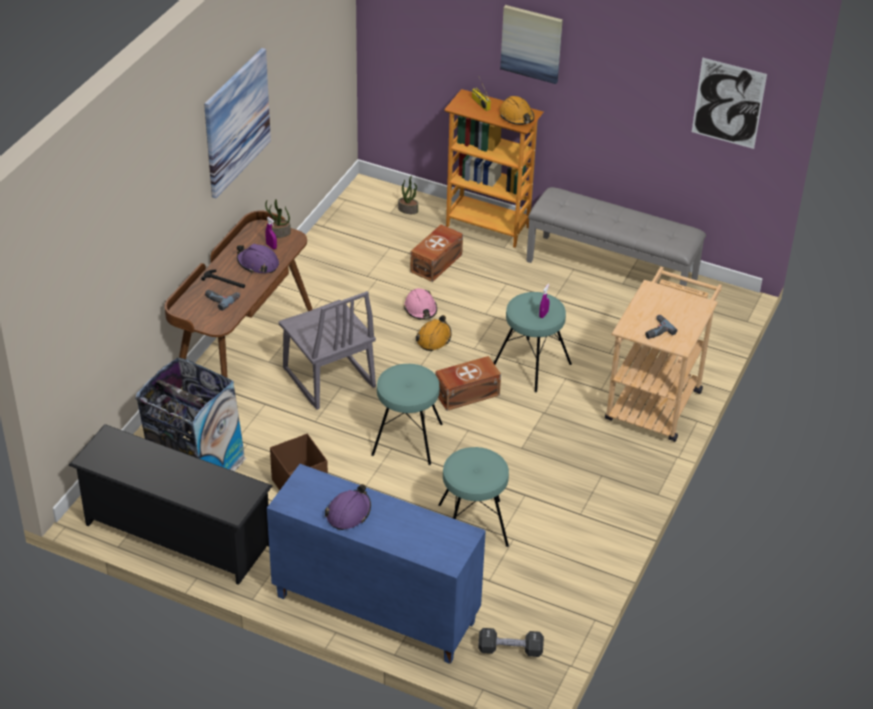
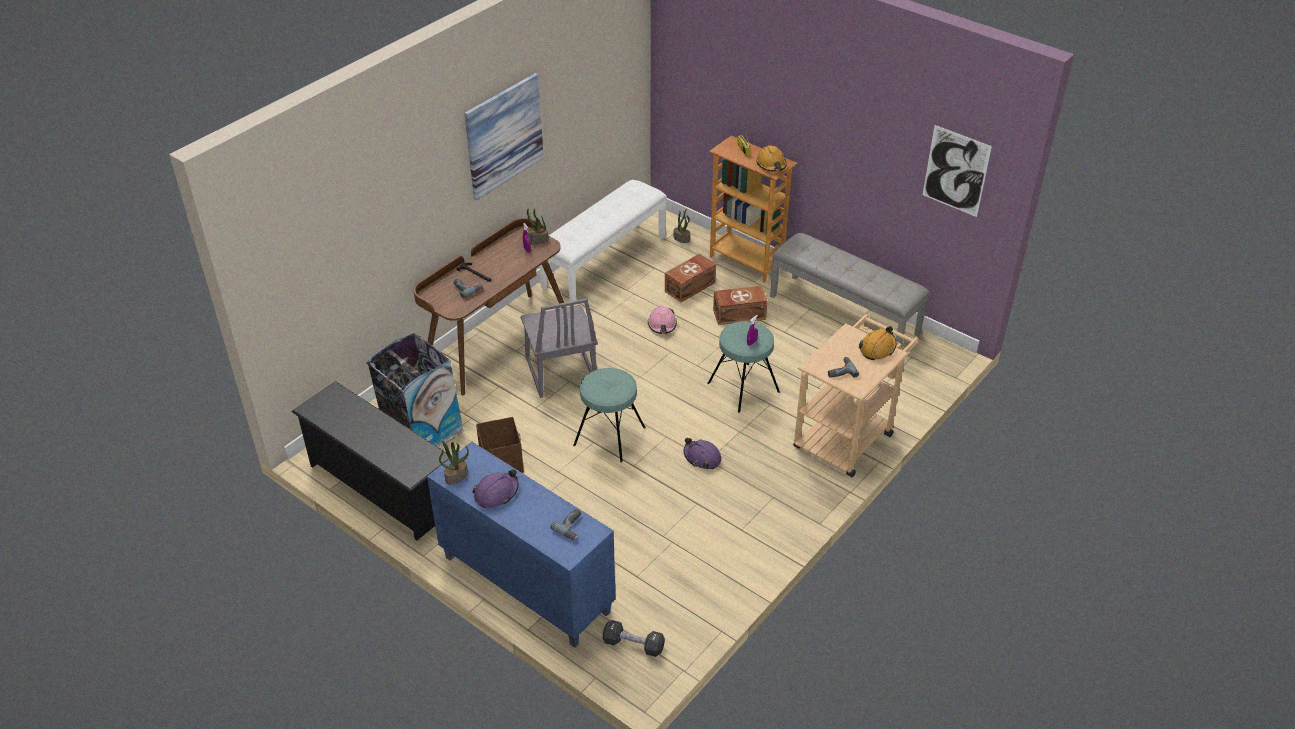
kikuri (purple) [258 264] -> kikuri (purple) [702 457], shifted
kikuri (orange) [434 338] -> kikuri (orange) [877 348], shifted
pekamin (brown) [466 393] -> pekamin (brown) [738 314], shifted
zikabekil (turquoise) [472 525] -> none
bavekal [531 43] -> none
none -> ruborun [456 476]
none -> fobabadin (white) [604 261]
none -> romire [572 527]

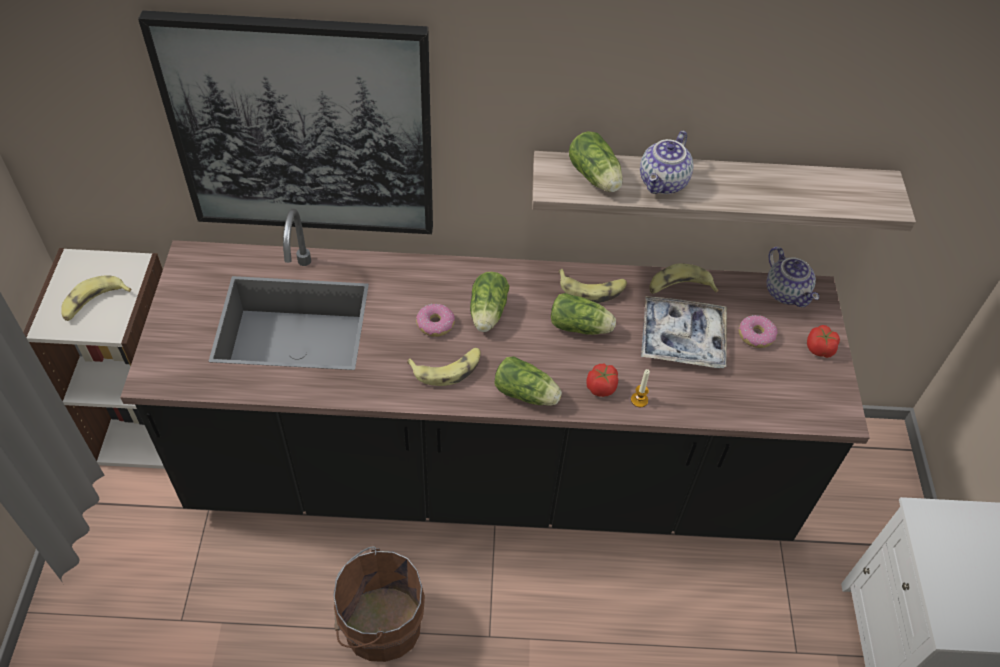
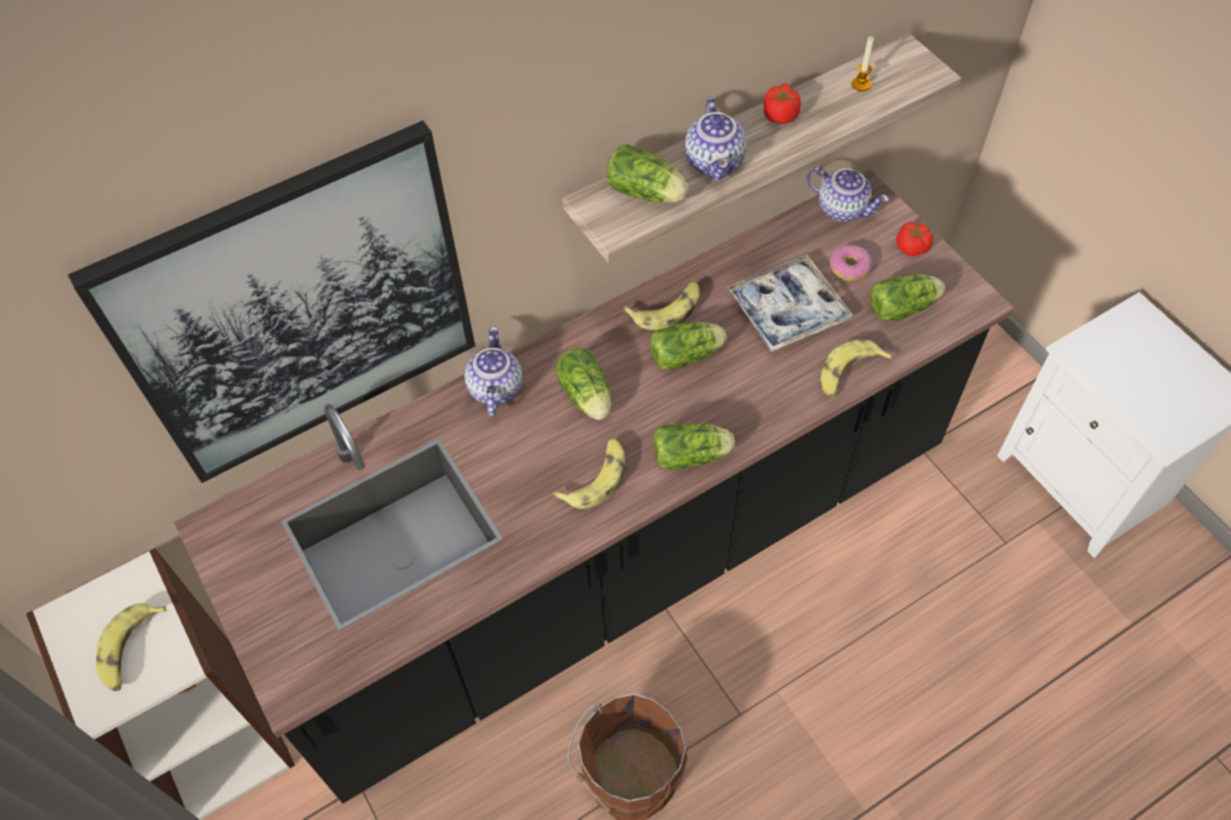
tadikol [435 324] -> none
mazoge [601 387] -> mazoge [780 115], shifted
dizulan [639 400] -> dizulan [861 84], shifted
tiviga [679 287] -> tiviga [848 374], shifted
none -> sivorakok [494 388]
none -> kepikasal [904 307]

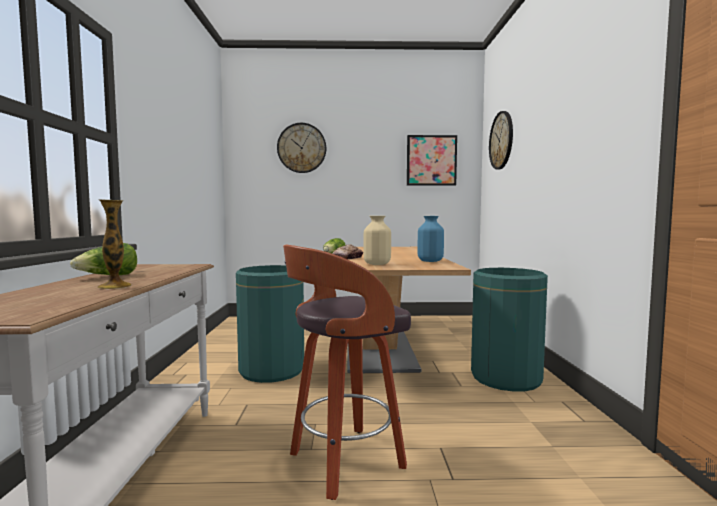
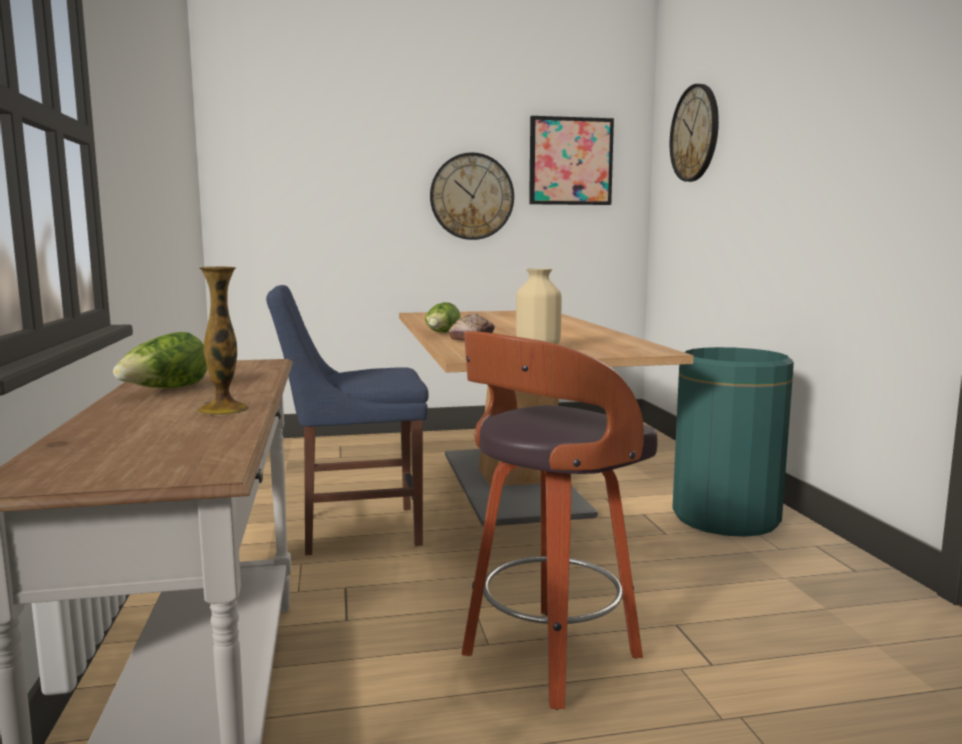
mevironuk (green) [271 370] -> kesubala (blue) [353 530]
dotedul [301 148] -> dotedul [472 196], shifted
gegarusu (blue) [430 261] -> none

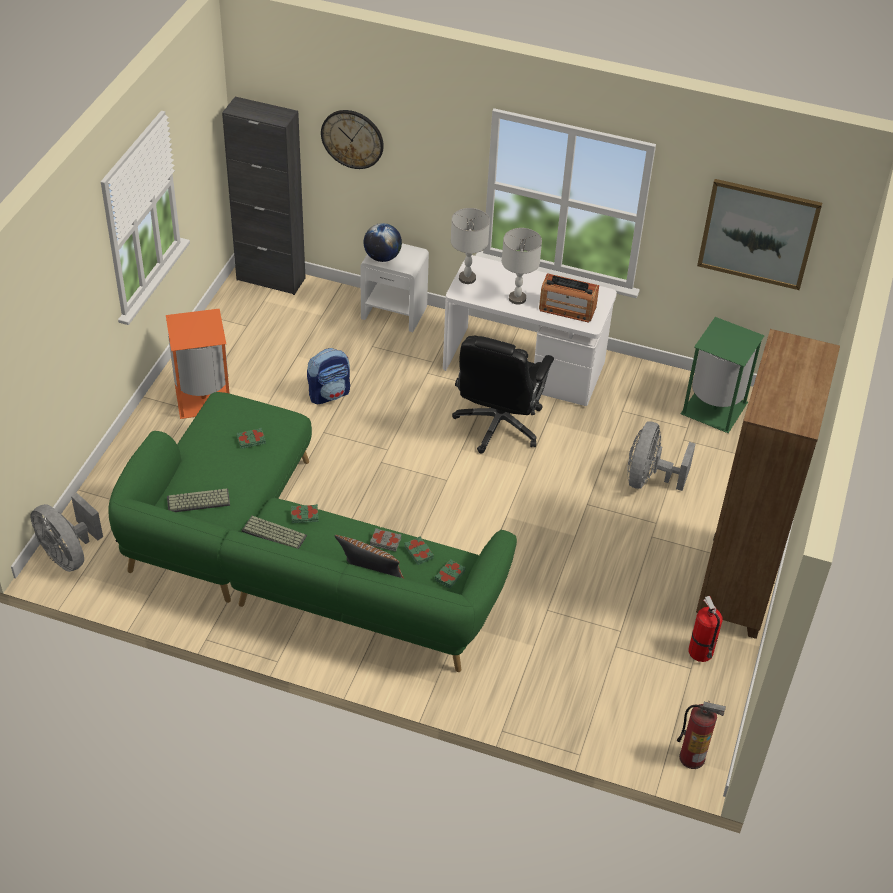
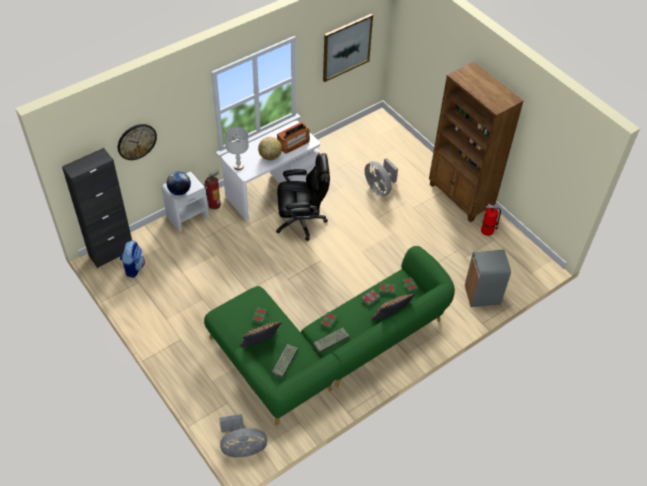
mevironuk (orange) [204 397] -> none
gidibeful [329 394] -> gidibeful [133 267], shifted
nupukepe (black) [498 425] -> nupukepe (black) [301 221], 60 degrees counterclockwise
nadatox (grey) [517 299] -> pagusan [270 157]
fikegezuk [692 757] -> fikegezuk [214 204], shifted
mevironuk (green) [713 407] -> none
none -> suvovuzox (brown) [260 344]
none -> mevironuk (grey) [482 295]

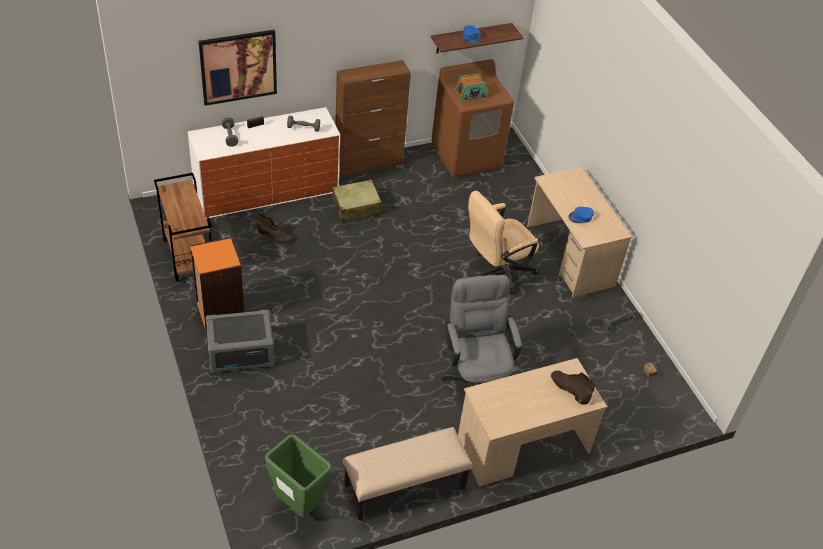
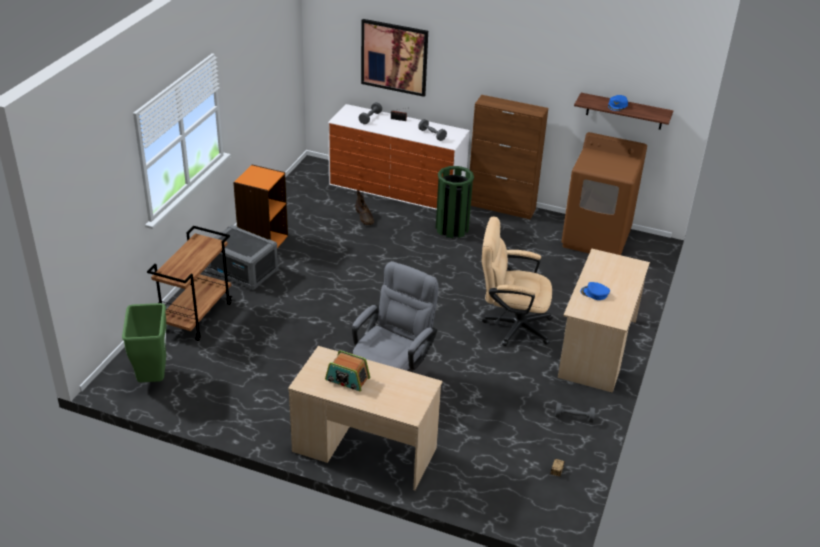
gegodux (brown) [188 256] -> gegodux (brown) [197 316], shifted
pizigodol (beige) [356 207] -> mevironuk (green) [452 228]
fobabadin (beige) [404 487] -> none
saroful [471 94] -> saroful [347 379], shifted
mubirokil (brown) [569 389] -> none

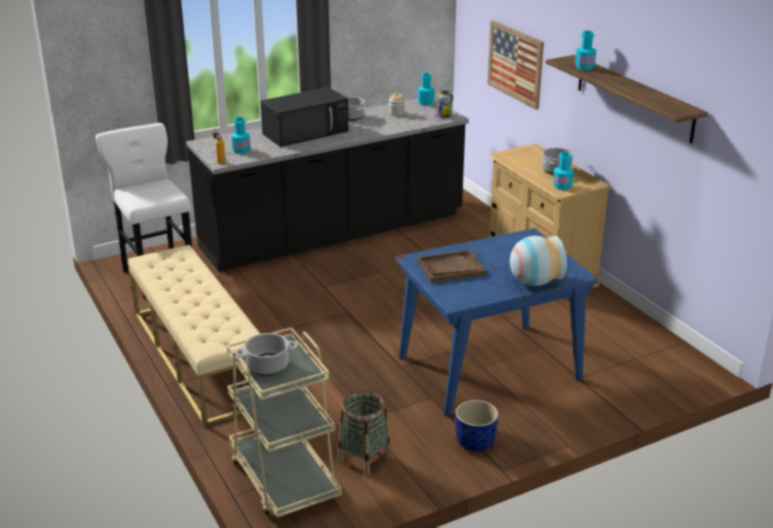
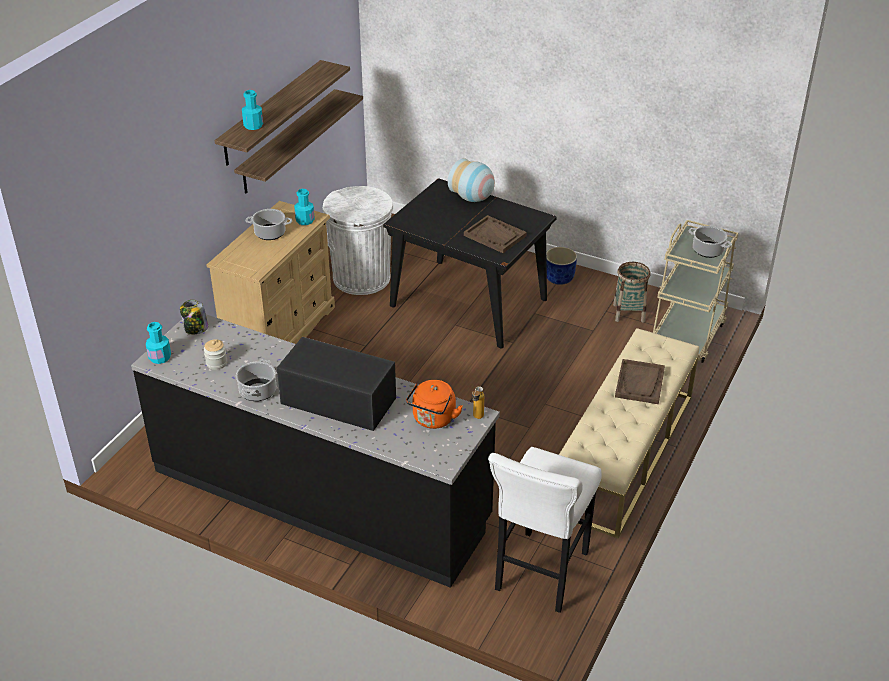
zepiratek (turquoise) [241 150] -> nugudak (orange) [433 420]
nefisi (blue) [488 368] -> nefisi (black) [469 303]
bavekal [515 63] -> none
none -> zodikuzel [288 141]
none -> mevironuk (white) [362 278]
none -> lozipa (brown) [640 383]

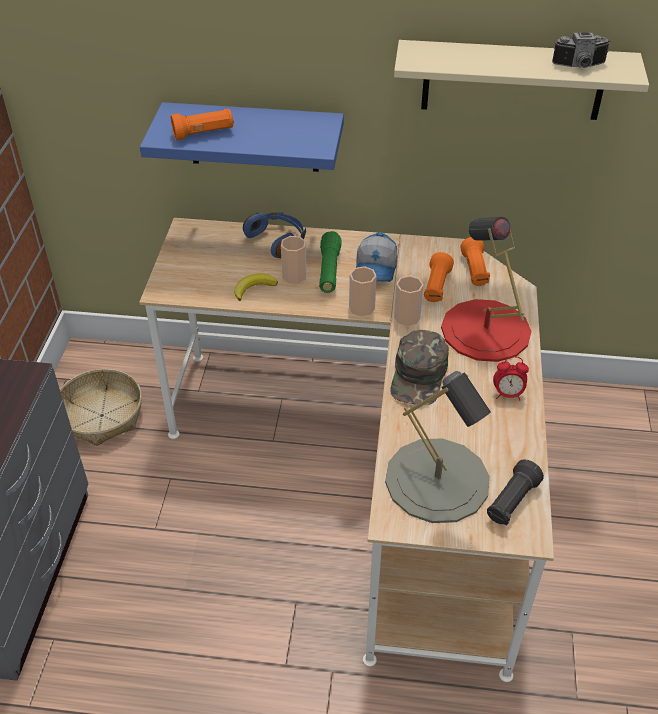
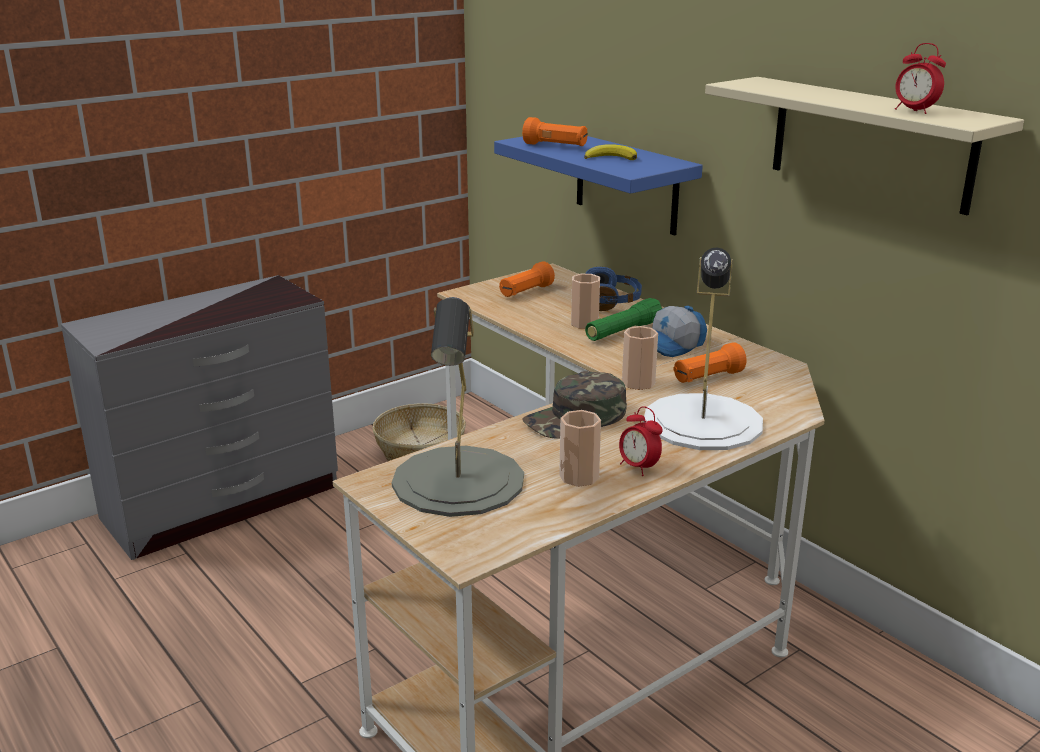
tiviga [254 288] -> tiviga [611 158], shifted
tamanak [361 308] -> tamanak [579 477], shifted
nadatox (red) [485 330] -> nadatox (white) [702 421]
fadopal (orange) [474 271] -> fadopal (orange) [525 292], shifted
fadopal (black) [511 502] -> none
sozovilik [580 66] -> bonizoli [914 111]

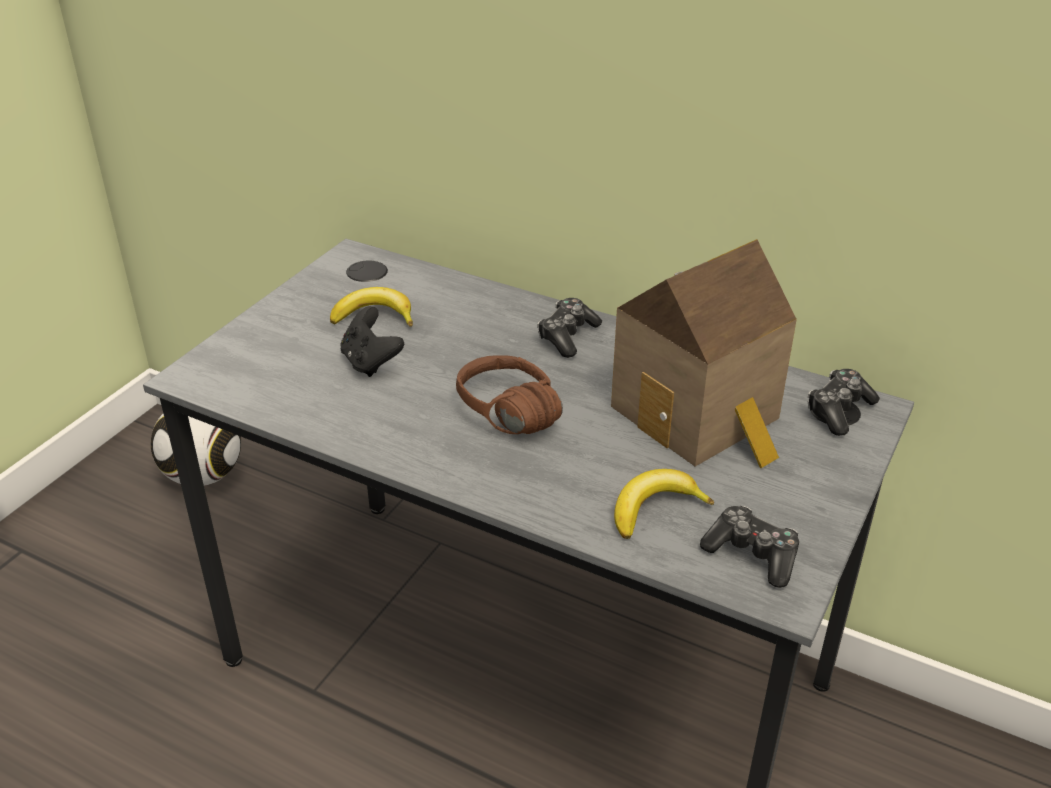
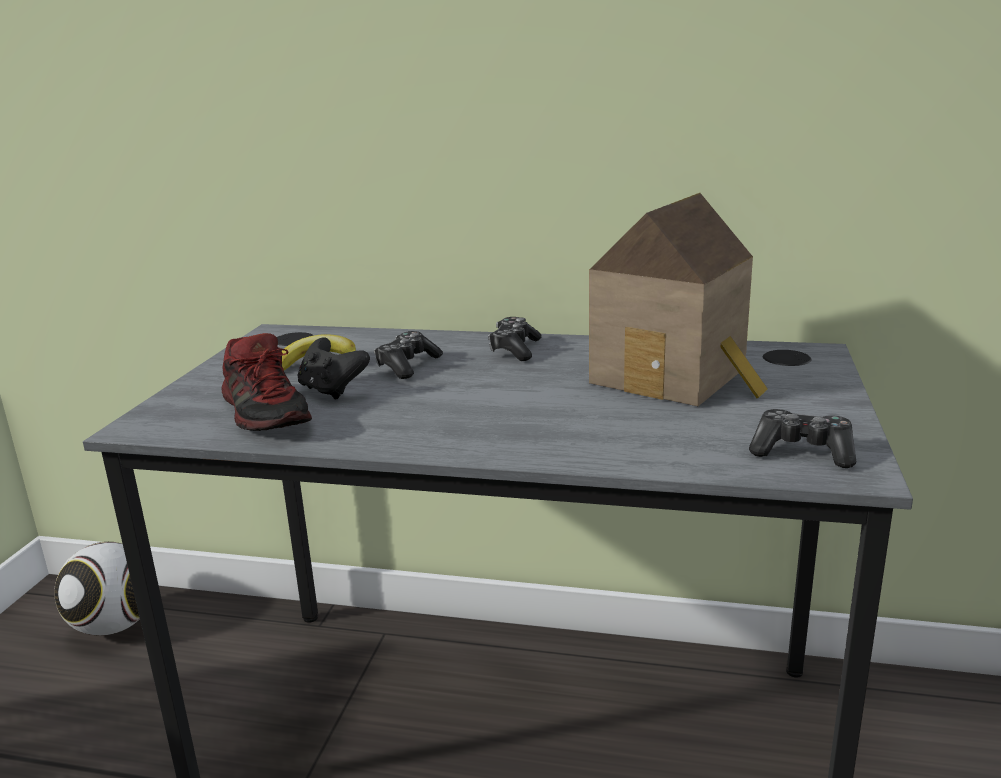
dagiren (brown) [496 419] -> none
tiviga [655 509] -> none
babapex [839 410] -> babapex [407 365], shifted
none -> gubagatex [267 413]

